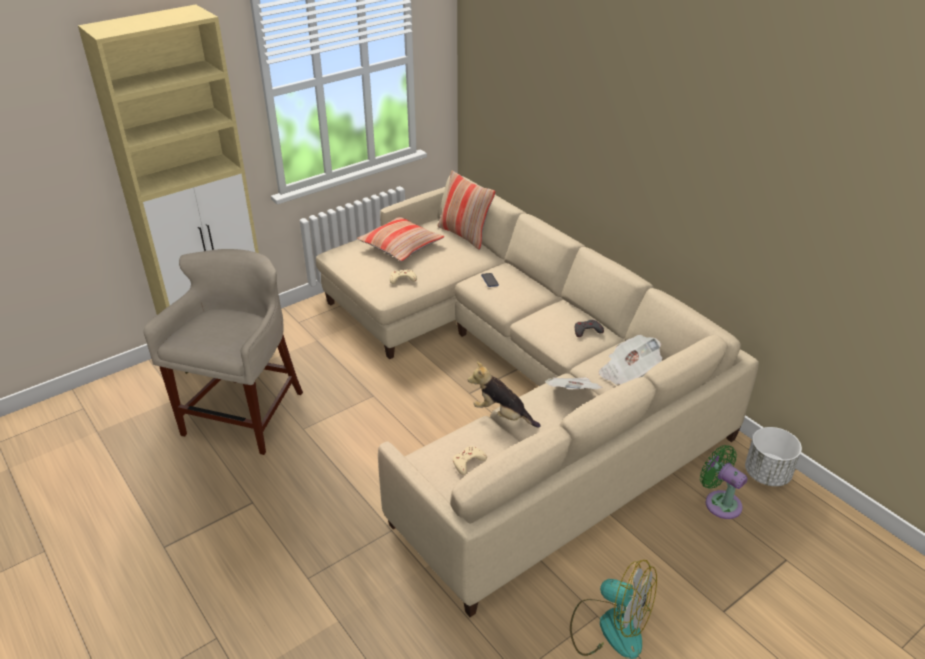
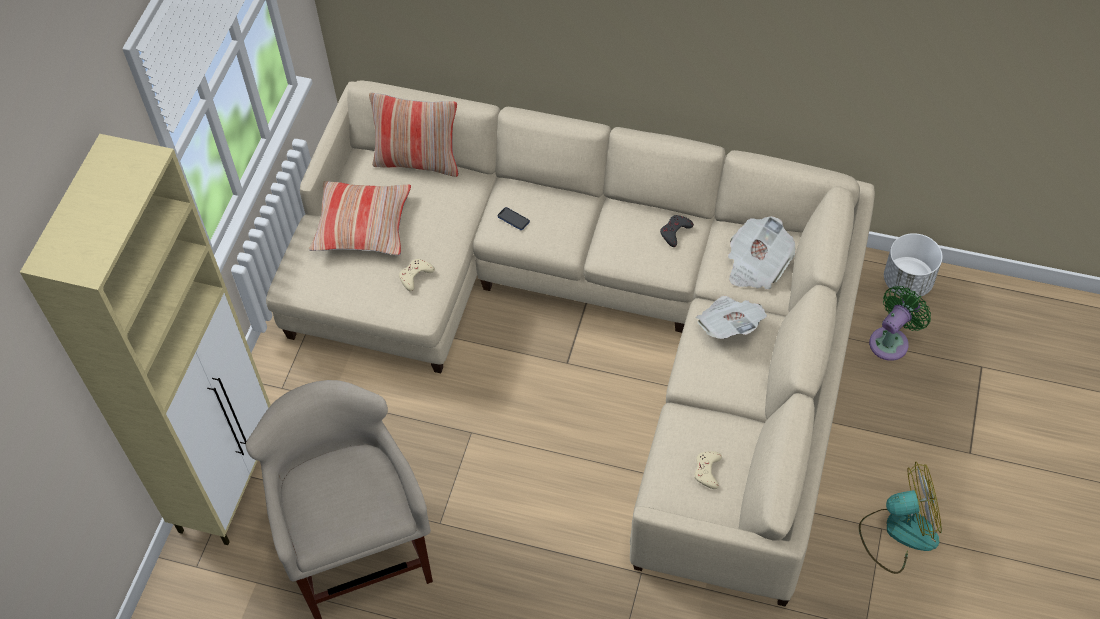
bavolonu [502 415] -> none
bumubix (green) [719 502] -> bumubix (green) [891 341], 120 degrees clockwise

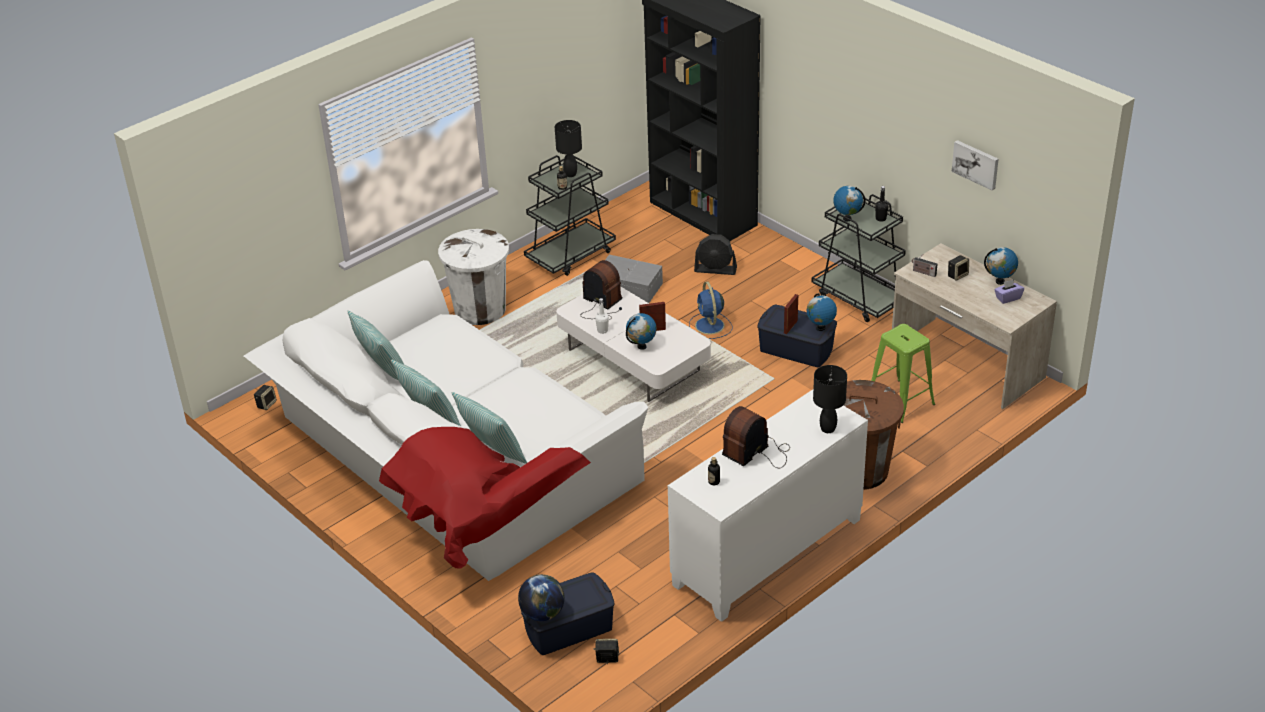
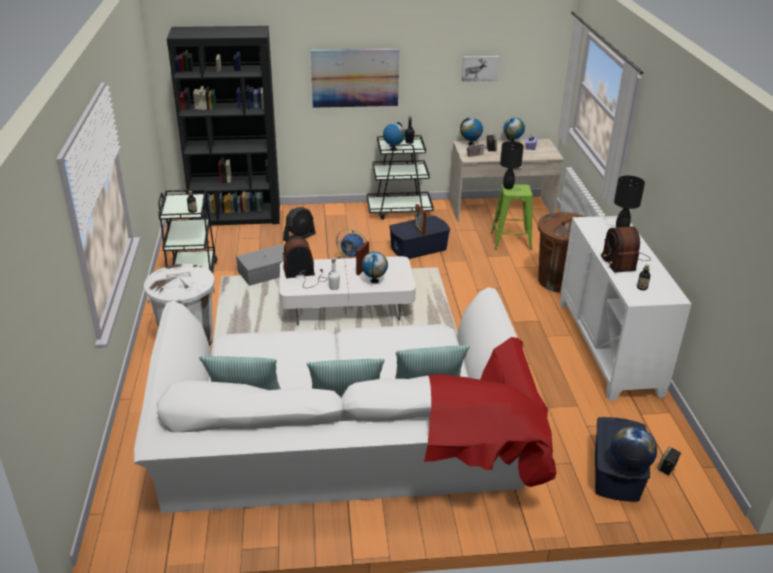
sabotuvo [266 404] -> none
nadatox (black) [570 174] -> nadatox (black) [508 187], shifted
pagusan [820 328] -> pagusan [471 144], shifted
none -> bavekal [355 77]

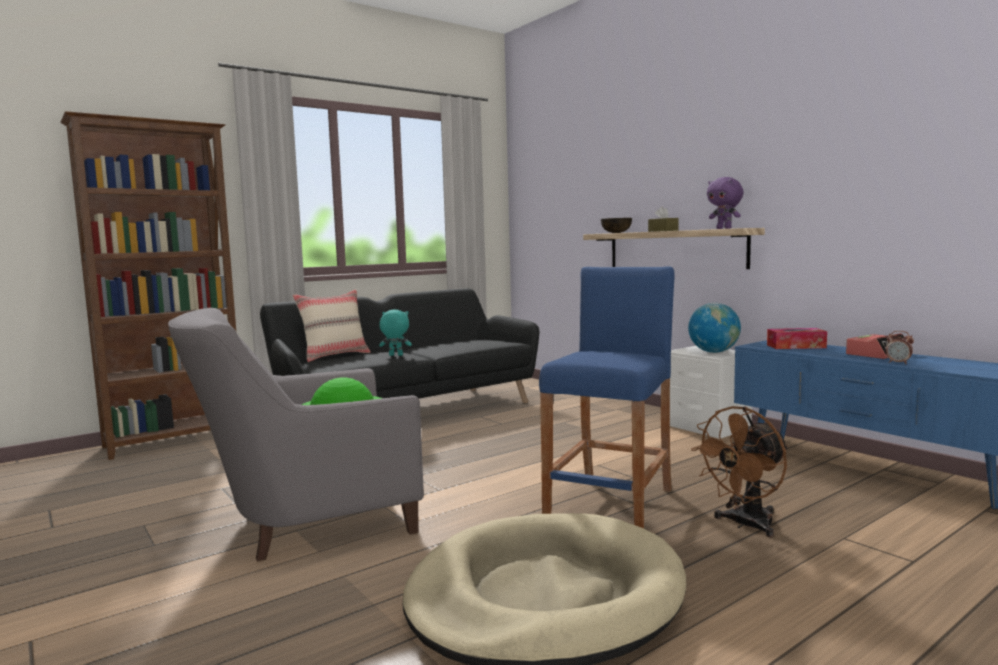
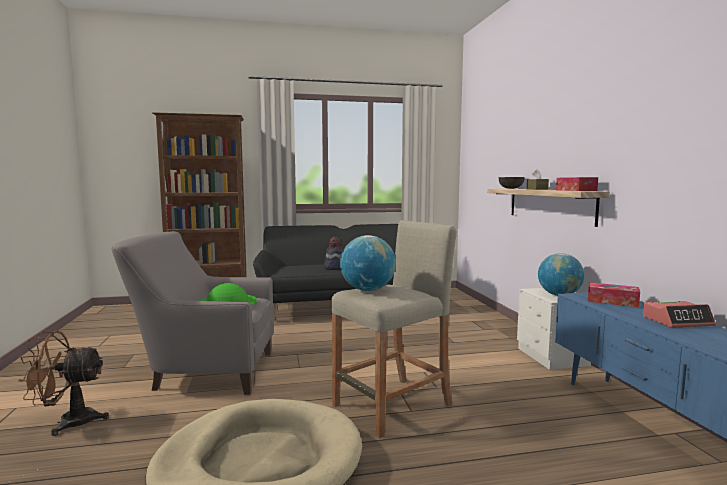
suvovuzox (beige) [335 356] -> none
bavolonu (turquoise) [395 355] -> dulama [335 268]
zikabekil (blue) [611 504] -> zikabekil (beige) [393 405]
bumubix (brown) [745 525] -> bumubix (brown) [68 422], shifted
bavolonu (purple) [724 228] -> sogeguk [575 190]
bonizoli [898 363] -> none
none -> pagusan [367 290]

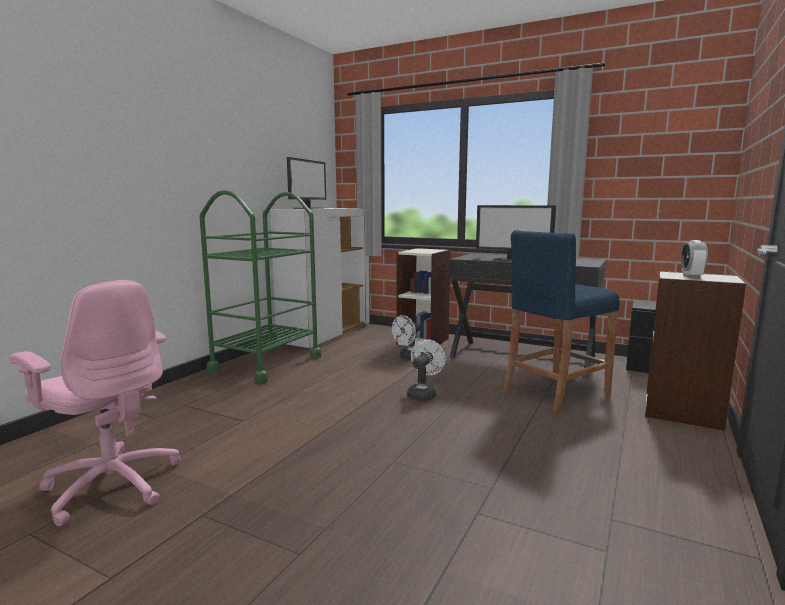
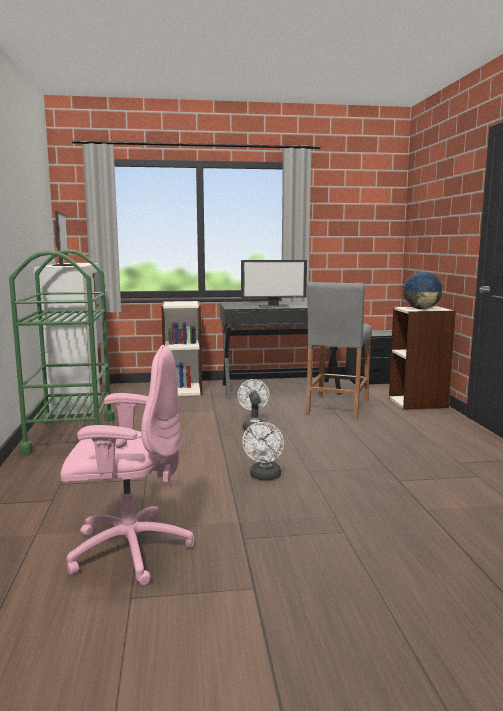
bumubix (white) [408 357] -> bumubix (white) [264 477], shifted
zikabekil (blue) [555 392] -> zikabekil (grey) [337 407]
bonizoli [691 277] -> pagusan [421 309]

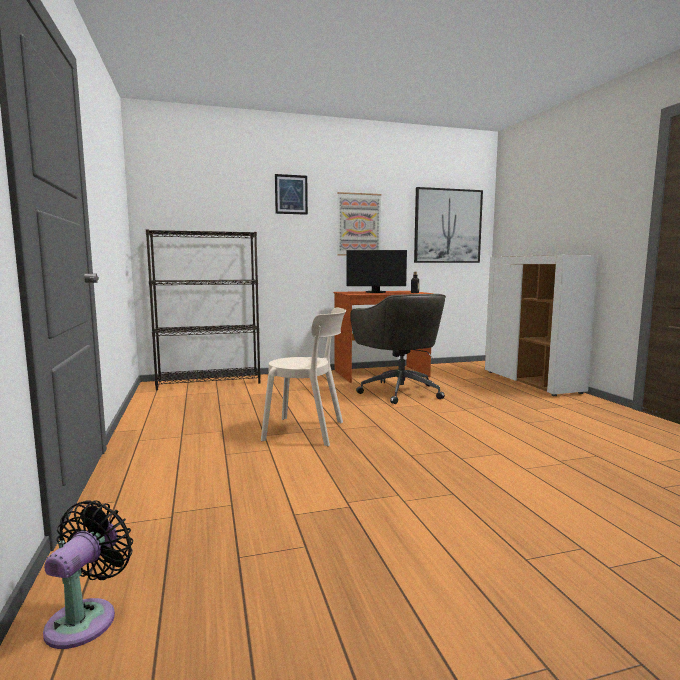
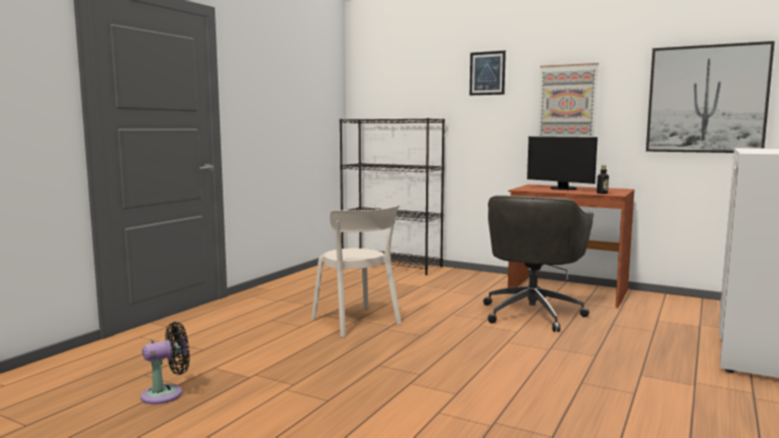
bumubix (black) [86 618] -> bumubix (black) [167 394], shifted

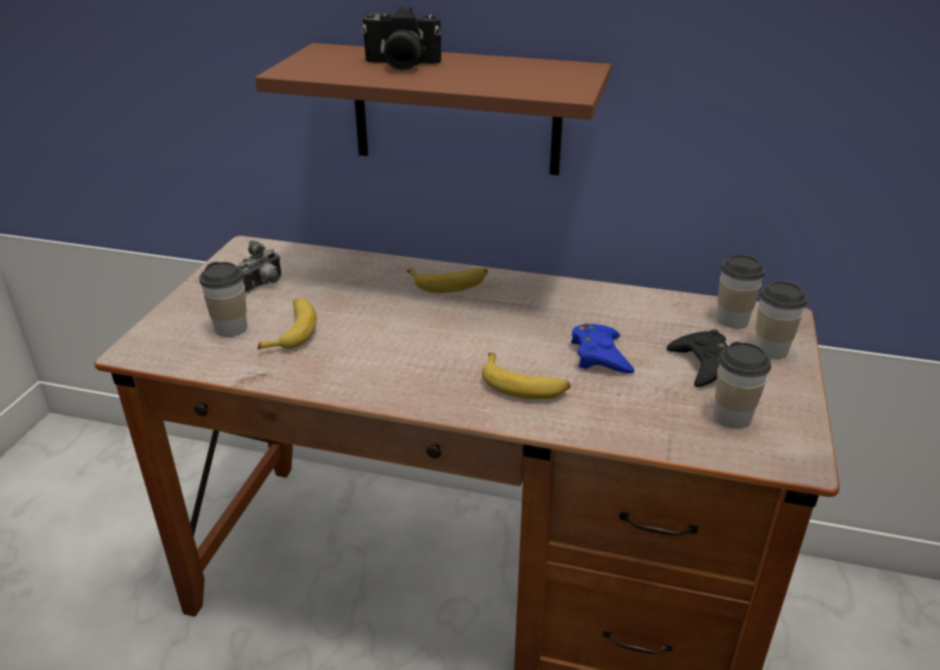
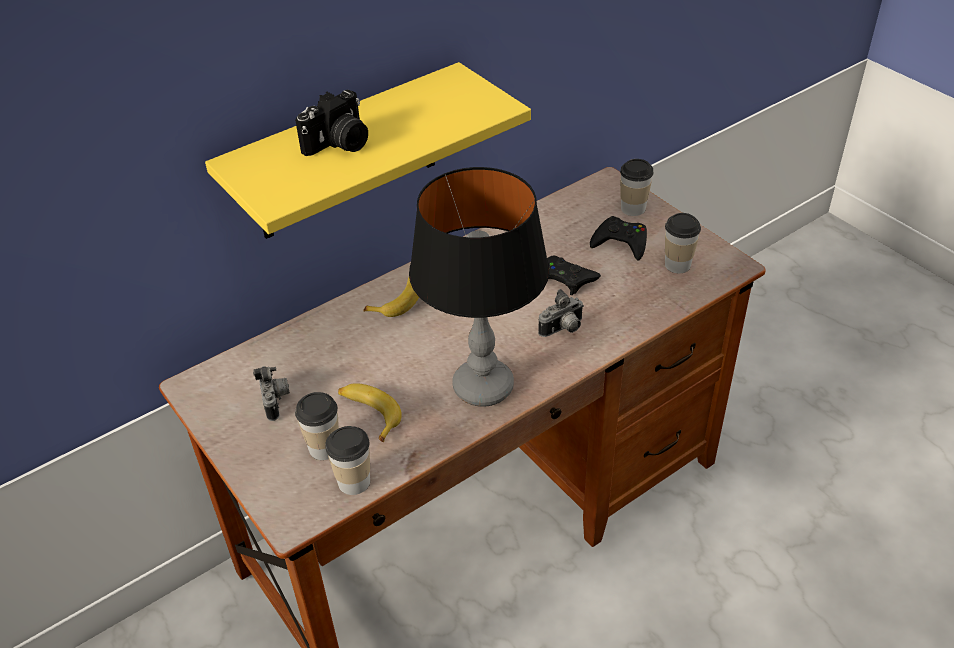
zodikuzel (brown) [456 110] -> zodikuzel (yellow) [346 155]
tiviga [524 385] -> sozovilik [563 330]
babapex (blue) [600 355] -> babapex (black) [566 279]
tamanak [732 320] -> tamanak [354 482], shifted
none -> nadatox [482 387]

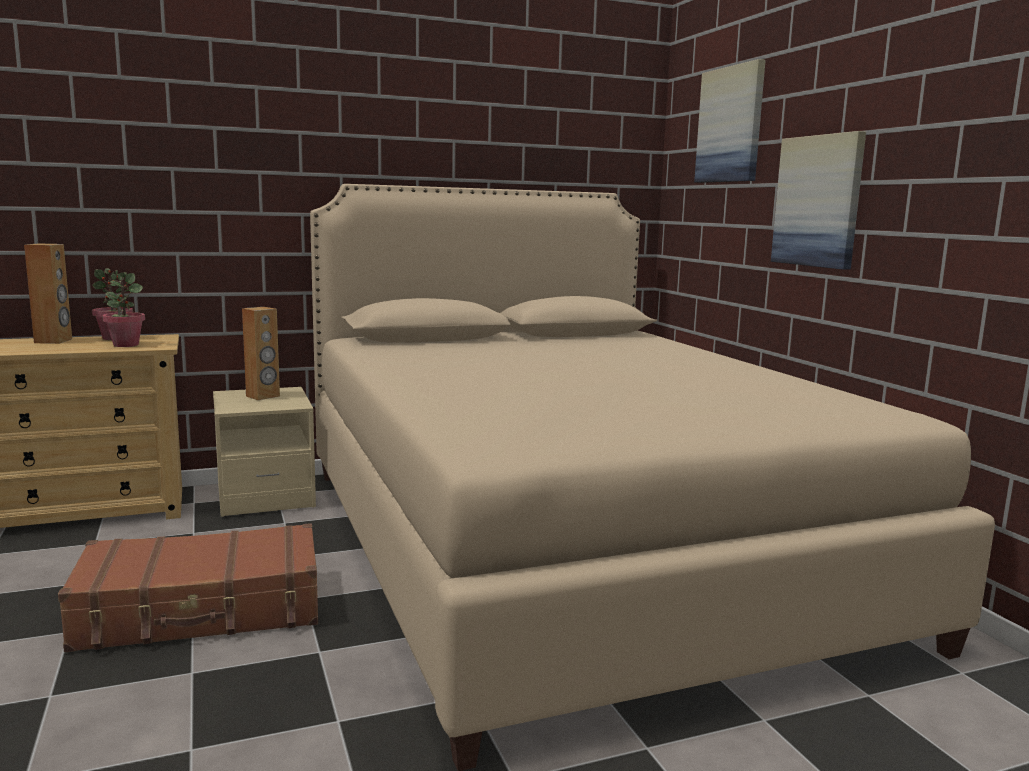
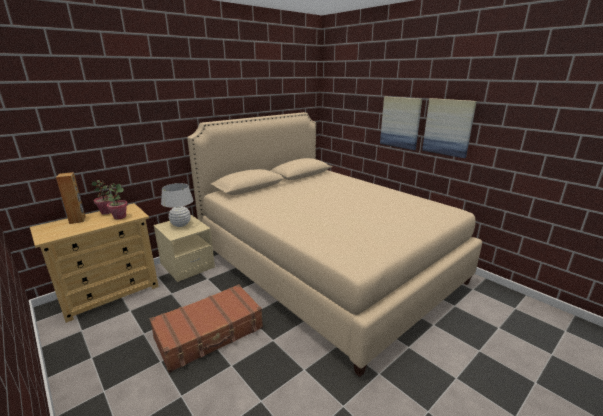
sabotuvo (brown) [263 396] -> nadatox (white) [180 224]
bavekal [730 125] -> bavekal [448 127], shifted

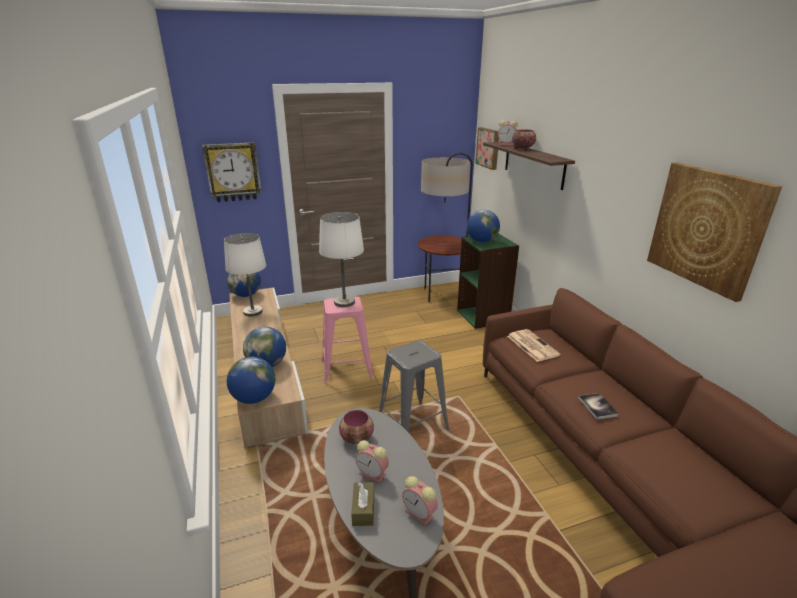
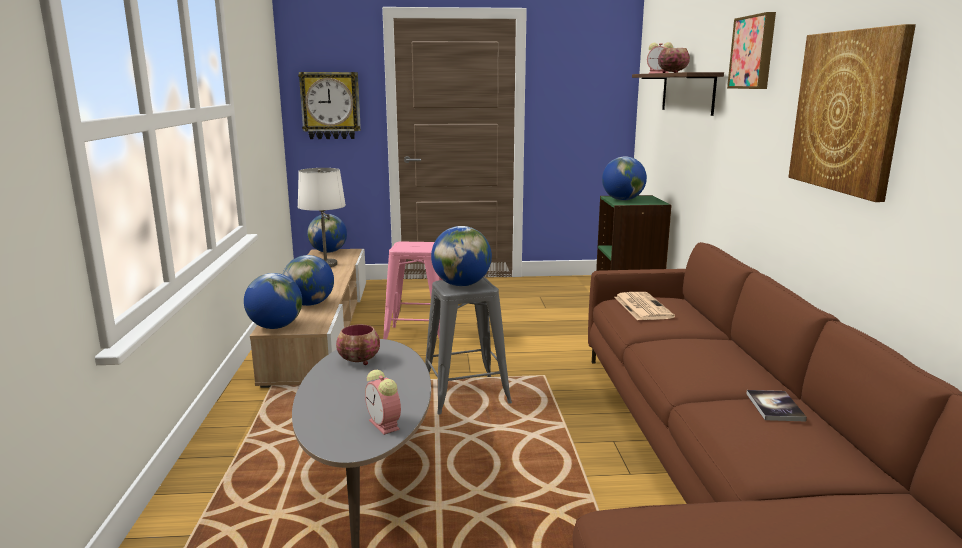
nadatox (white) [344 302] -> none
sogeguk (brown) [363 509] -> none
bonizoli [373 474] -> none
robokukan [442 294] -> none
bavekal [489 148] -> bavekal [754 52], shifted
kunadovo [597 406] -> kunadovo [775 407], shifted
none -> pagusan [461 285]

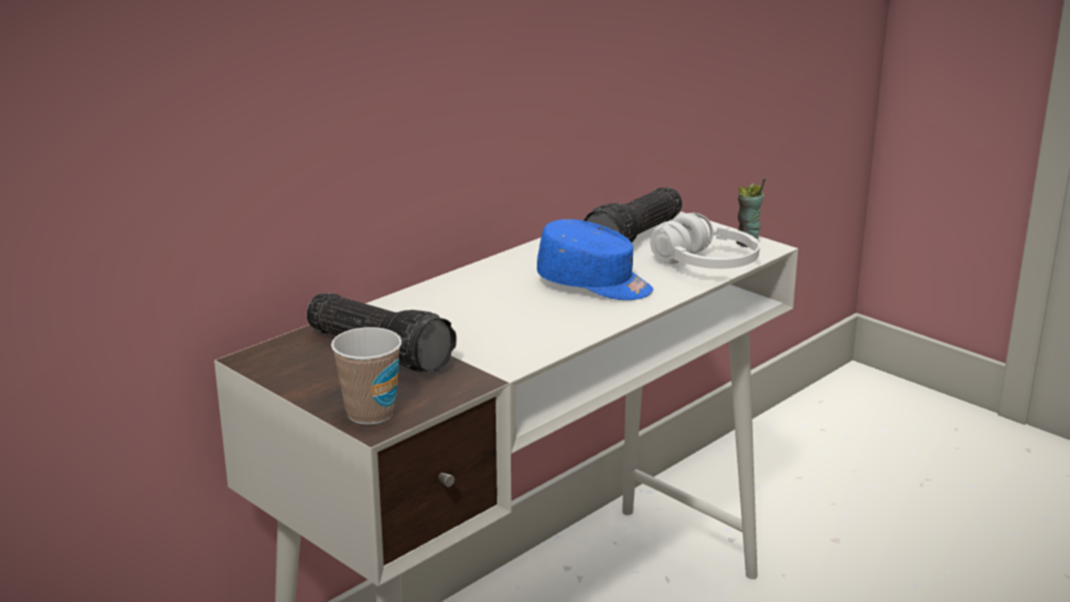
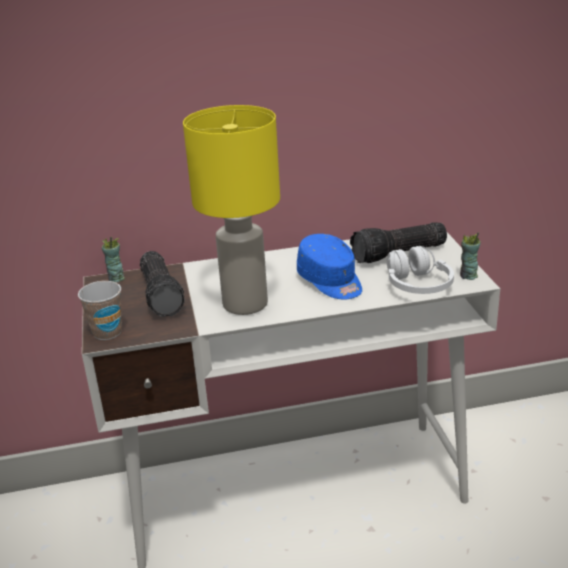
none -> tamanak [116 278]
none -> nadatox (yellow) [244 303]

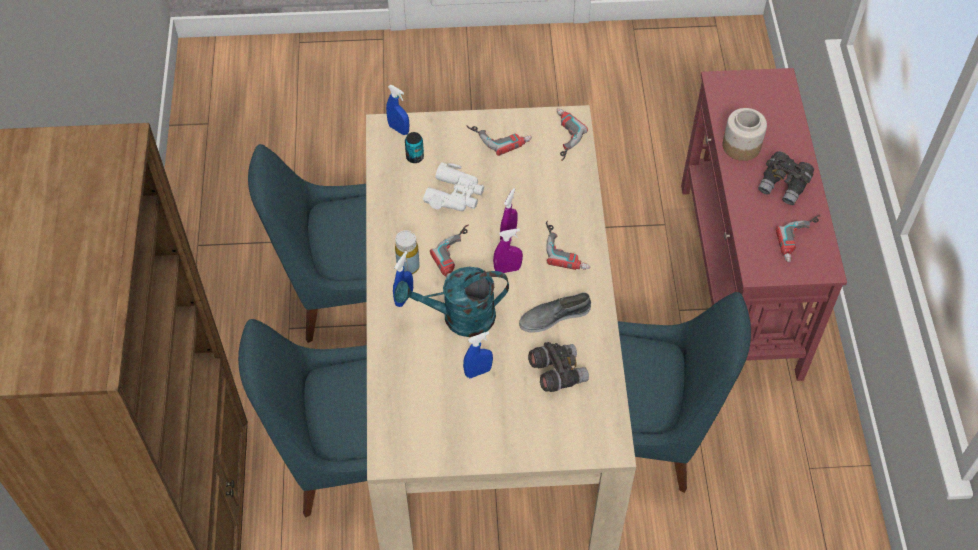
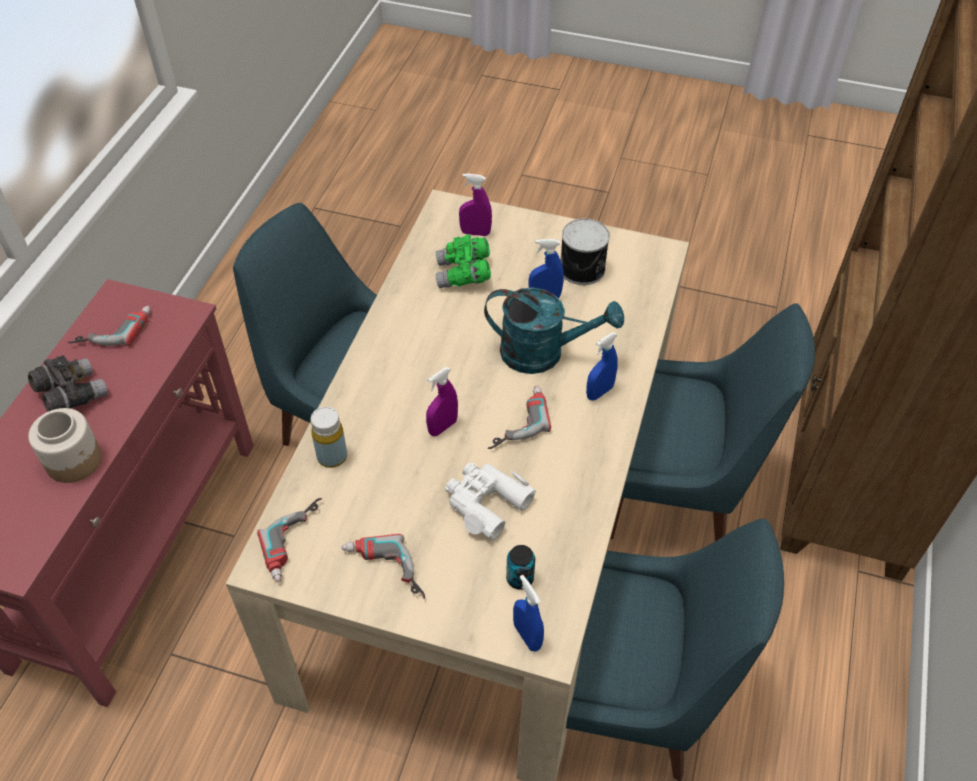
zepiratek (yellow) [408 266] -> zepiratek (yellow) [332 456], shifted
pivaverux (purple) [507 269] -> pivaverux (purple) [475 233], shifted
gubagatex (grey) [554 316] -> none
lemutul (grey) [557 373] -> lemutul (green) [463 275]
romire [567 248] -> none
none -> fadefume [583 269]

